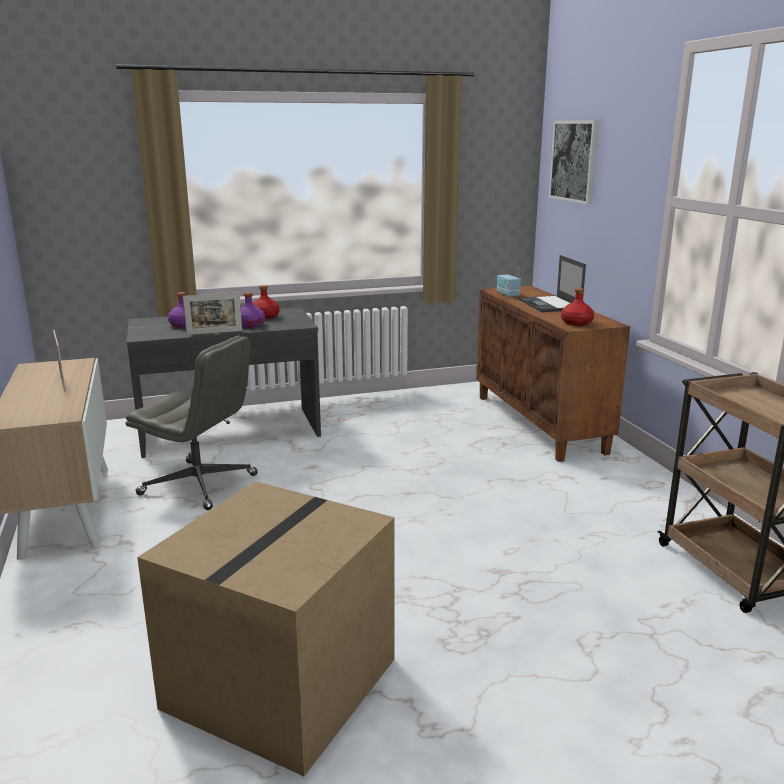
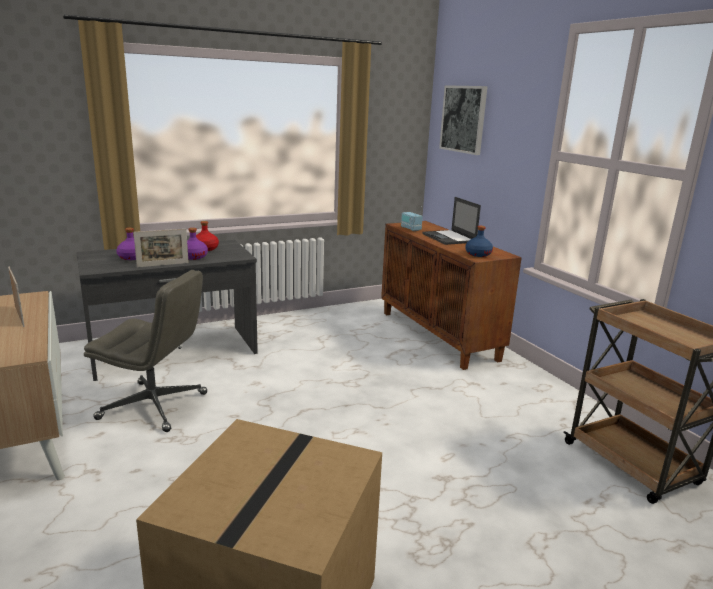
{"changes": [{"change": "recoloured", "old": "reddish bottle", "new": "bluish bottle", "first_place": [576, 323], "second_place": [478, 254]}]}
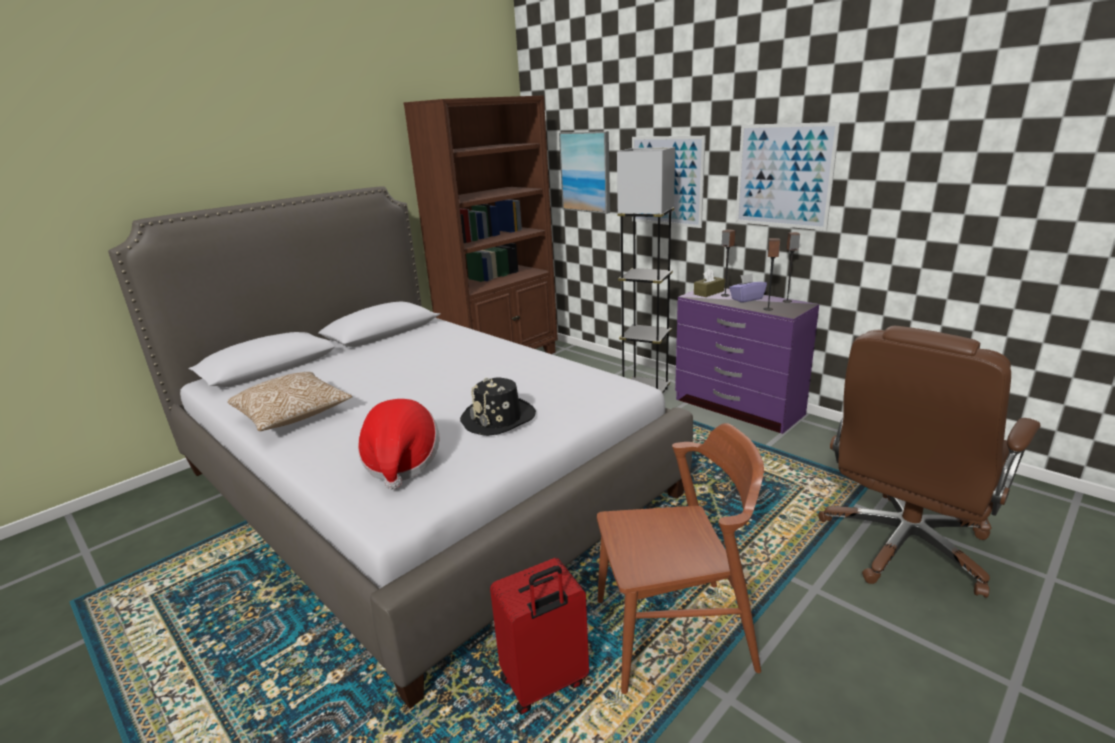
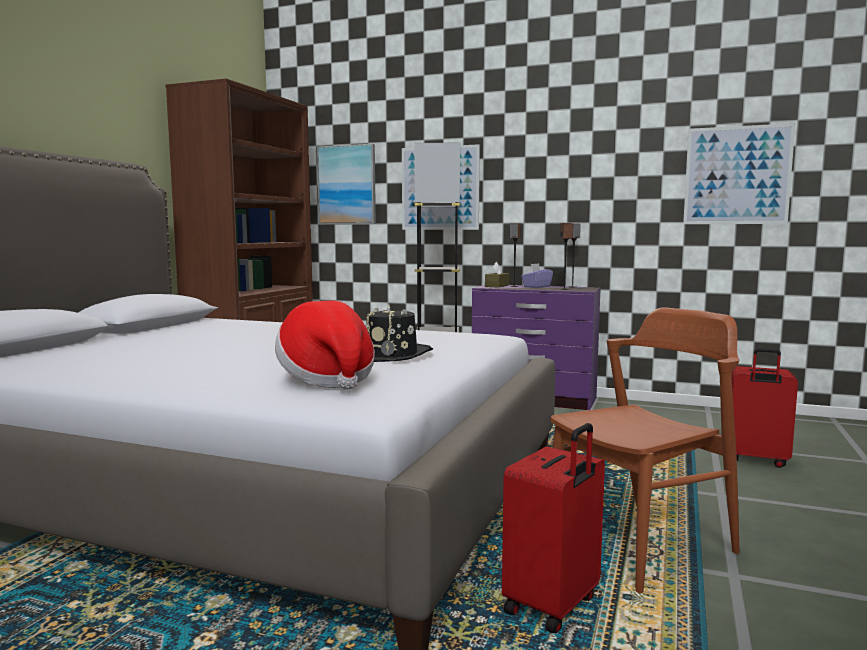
{"changes": [{"change": "moved", "old": "picture", "first_place": [783, 176], "second_place": [737, 175]}, {"change": "replaced", "old": "brownish office chair", "new": "reddish piece of luggage", "first_place": [903, 546], "second_place": [756, 460]}, {"change": "removed", "old": "pillow", "first_place": [293, 416]}]}
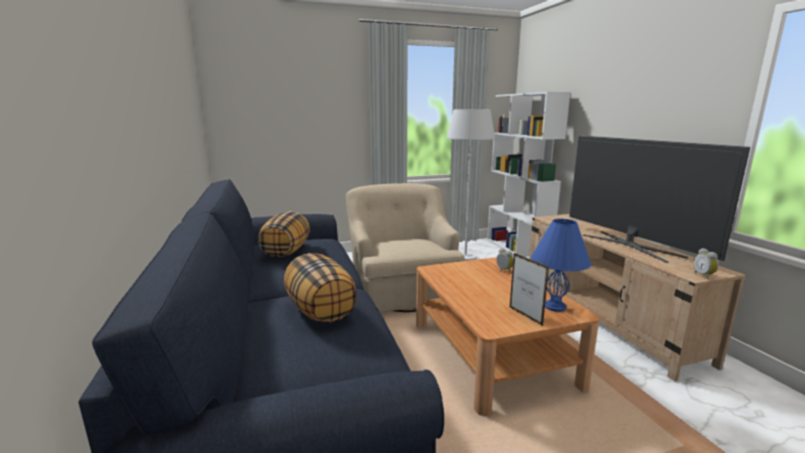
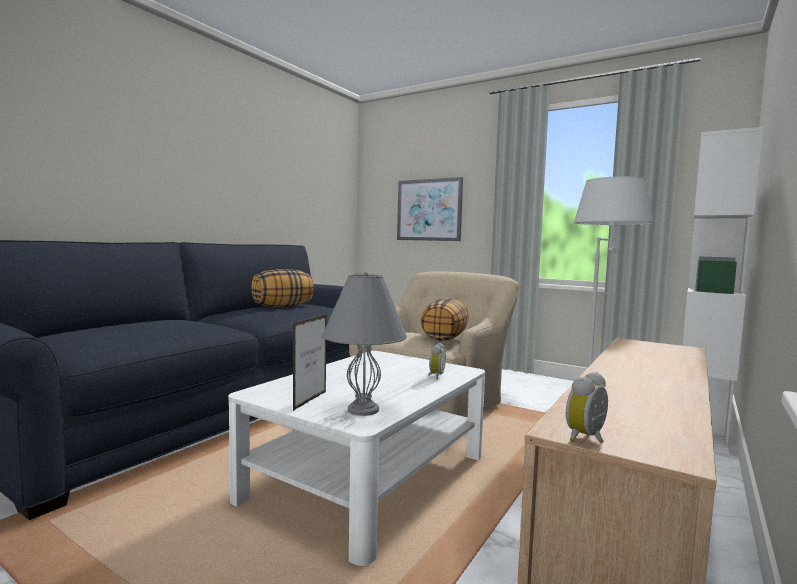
{"changes": [{"change": "recoloured", "old": "brownish low table", "new": "white-coloured low table", "first_place": [491, 353], "second_place": [368, 477]}, {"change": "recoloured", "old": "bluish table lamp", "new": "gray table lamp", "first_place": [555, 306], "second_place": [364, 410]}, {"change": "added", "new": "picture", "second_place": [429, 210]}, {"change": "moved", "old": "pillow", "first_place": [321, 311], "second_place": [444, 338]}, {"change": "removed", "old": "TV", "first_place": [631, 245]}]}
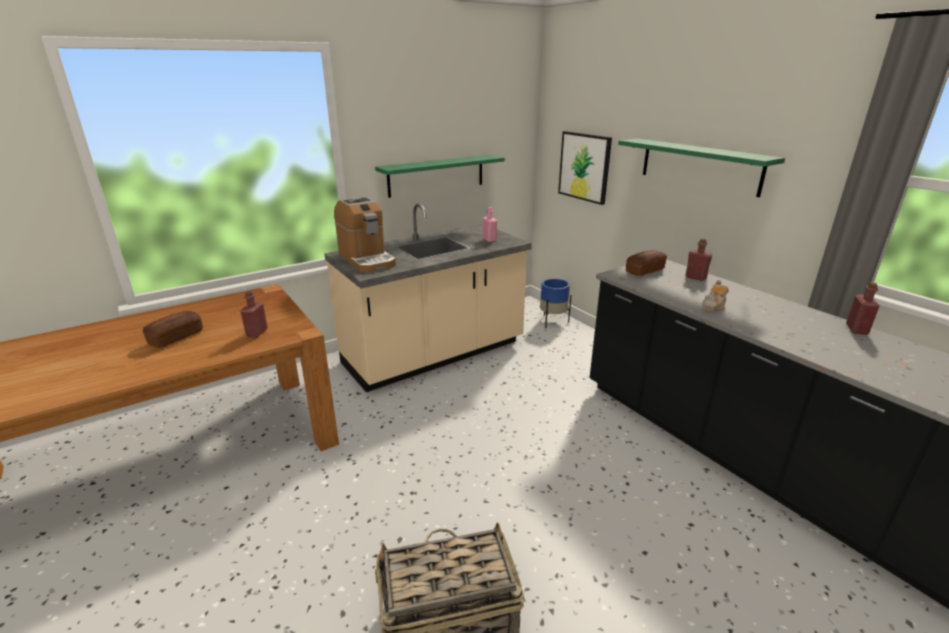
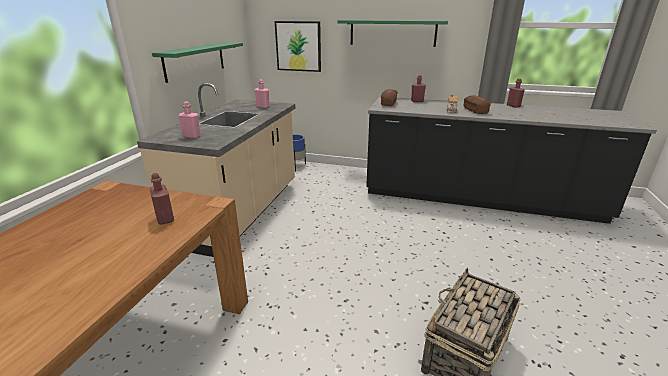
{"changes": [{"change": "replaced", "old": "coffee maker", "new": "pinkish bottle", "first_place": [367, 260], "second_place": [192, 136]}, {"change": "moved", "old": "bakery bread", "first_place": [176, 337], "second_place": [475, 111]}]}
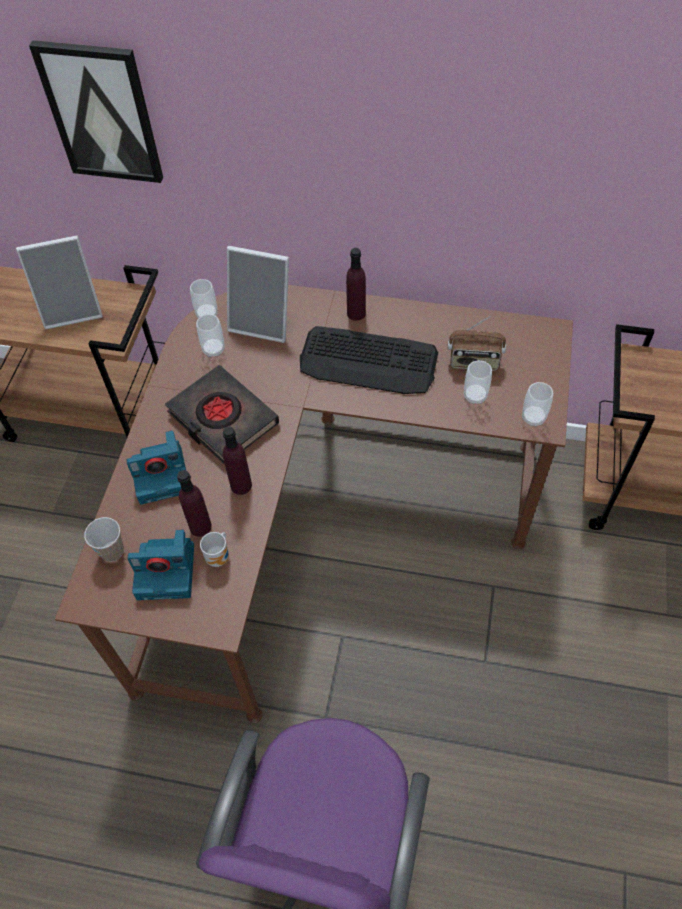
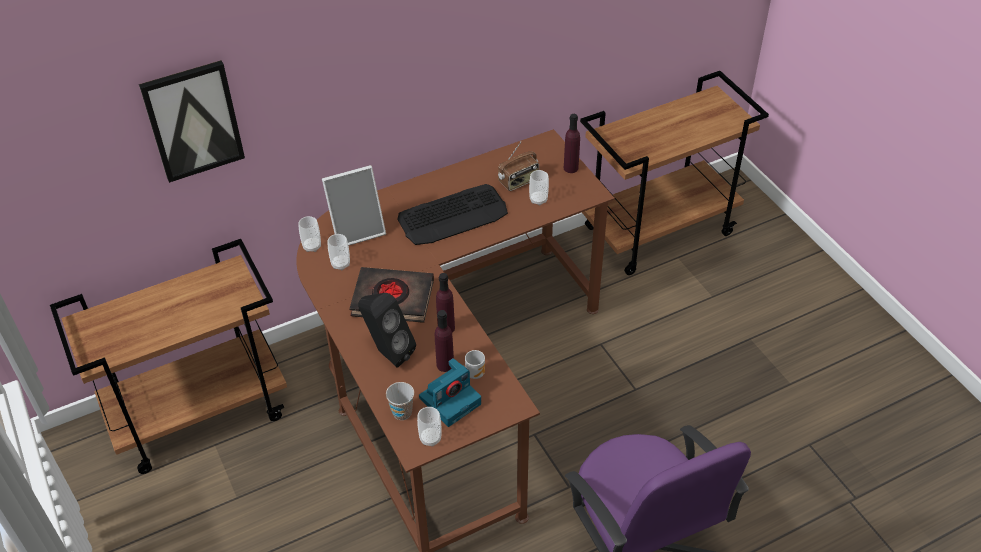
{"changes": [{"change": "replaced", "old": "photo camera", "new": "black loudspeaker", "first_place": [162, 474], "second_place": [387, 352]}, {"change": "moved", "old": "cup", "first_place": [533, 418], "second_place": [430, 438]}, {"change": "moved", "old": "purplish bottle", "first_place": [356, 313], "second_place": [571, 168]}, {"change": "removed", "old": "standing frame", "first_place": [73, 309]}]}
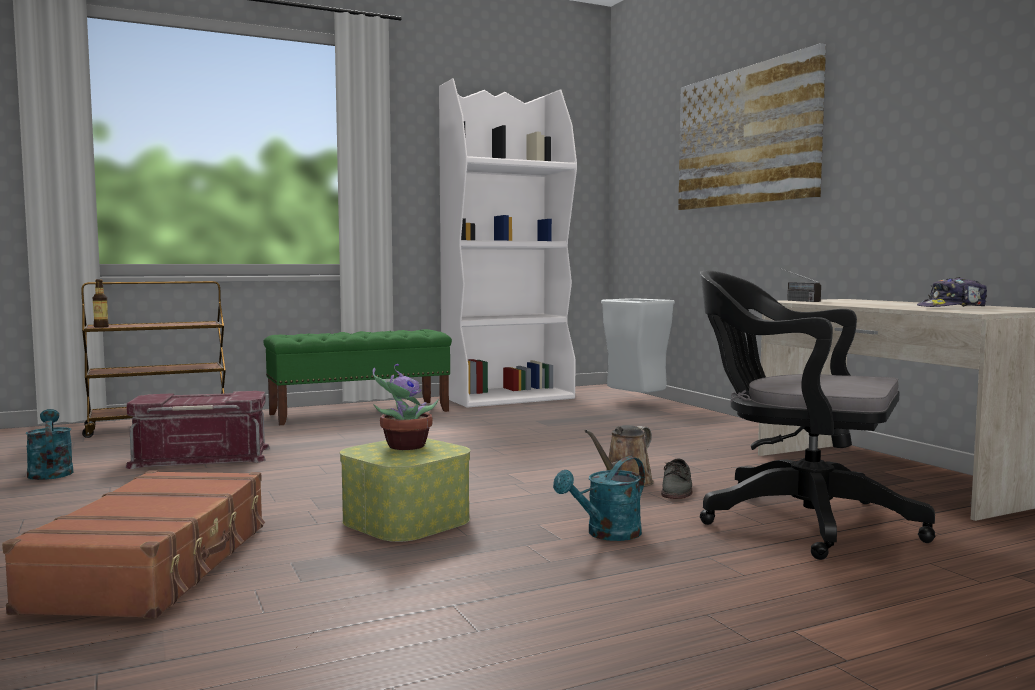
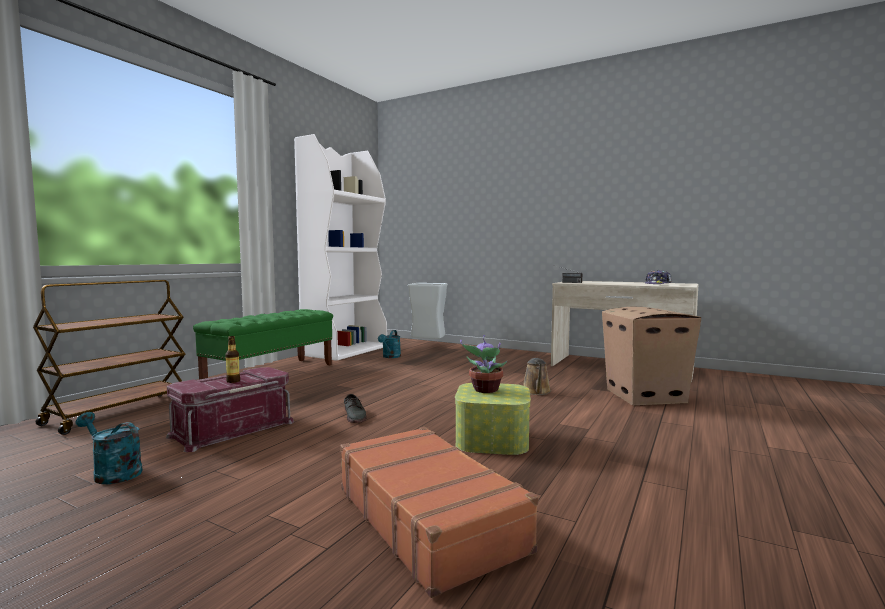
{"changes": [{"change": "moved", "old": "bottle", "first_place": [101, 327], "second_place": [233, 381]}, {"change": "moved", "old": "gray low shoe", "first_place": [677, 490], "second_place": [355, 415]}, {"change": "moved", "old": "turquoise sprinkling can", "first_place": [607, 534], "second_place": [390, 357]}, {"change": "replaced", "old": "black office chair", "new": "cardboard box", "first_place": [797, 521], "second_place": [645, 395]}, {"change": "removed", "old": "picture", "first_place": [746, 137]}]}
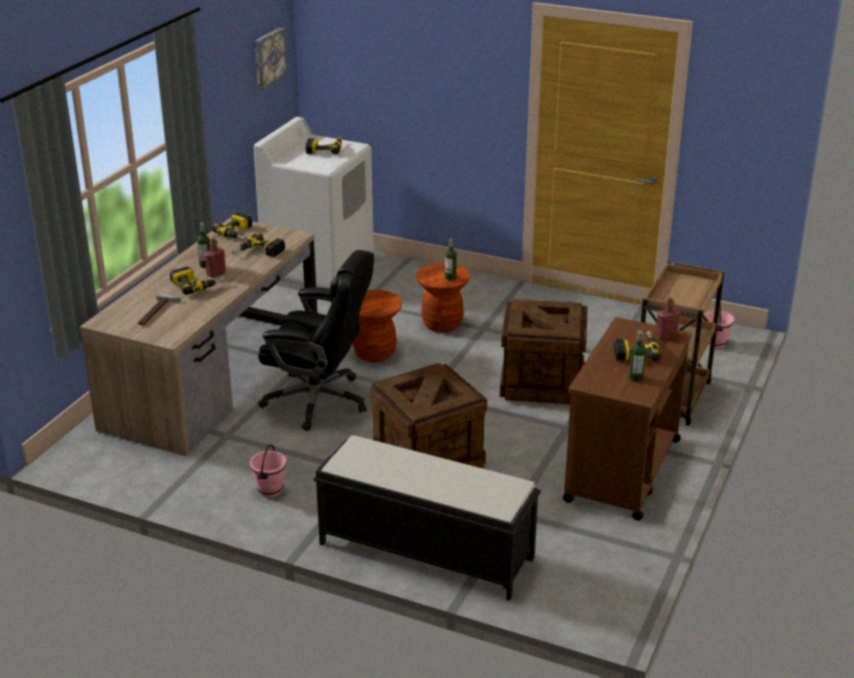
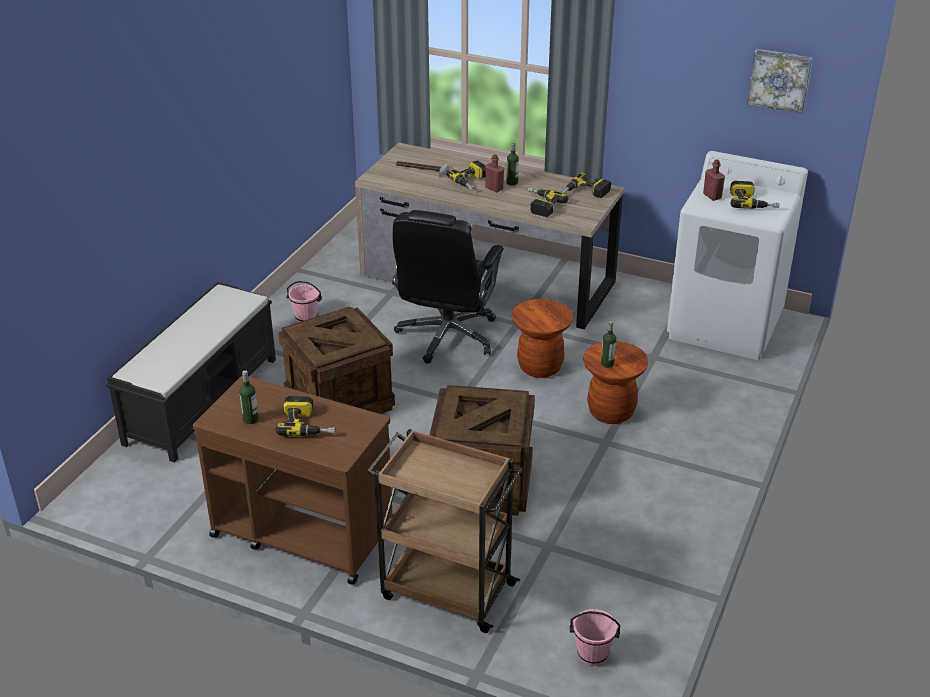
{"changes": [{"change": "moved", "old": "reddish bottle", "first_place": [666, 336], "second_place": [712, 196]}]}
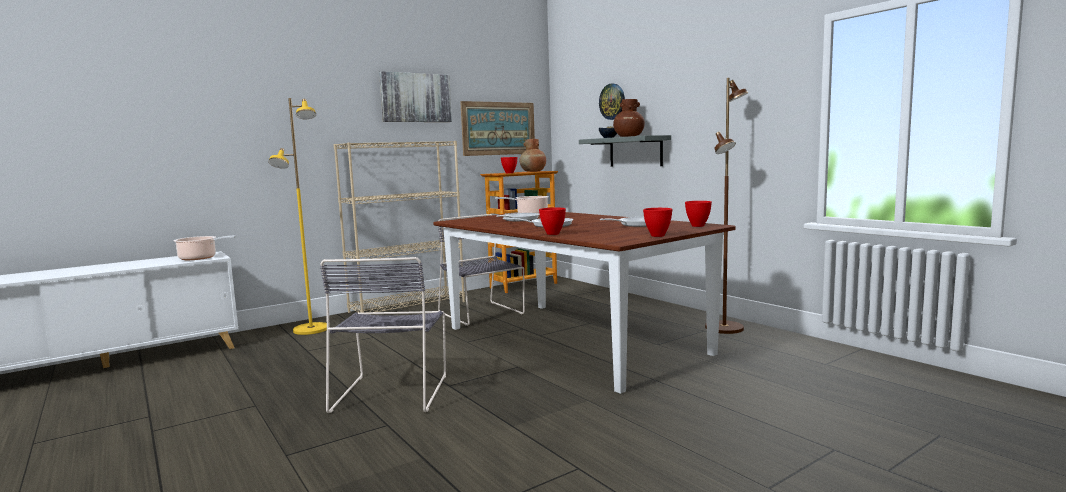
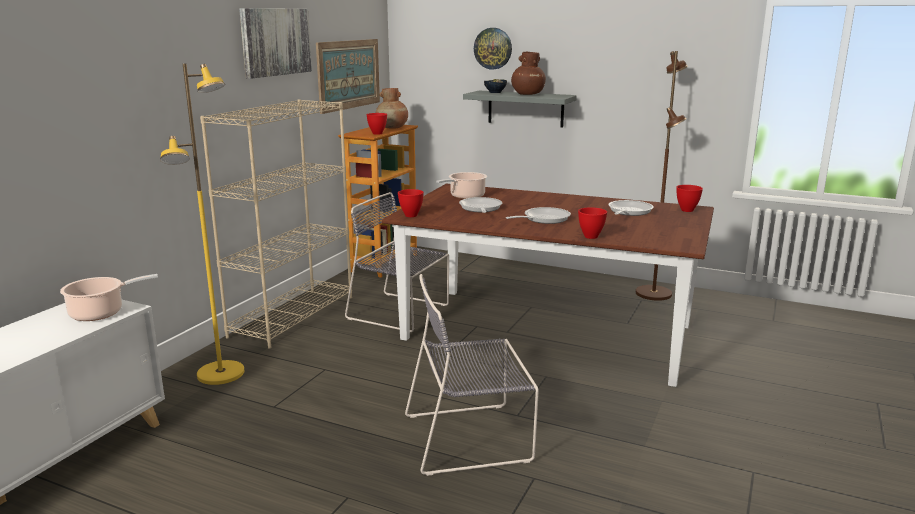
{"changes": [{"change": "moved", "old": "reddish deep dish", "first_place": [658, 236], "second_place": [411, 215]}, {"change": "turned", "old": "gray plain chair", "first_place": [392, 391], "second_place": [471, 437], "degrees": 105}]}
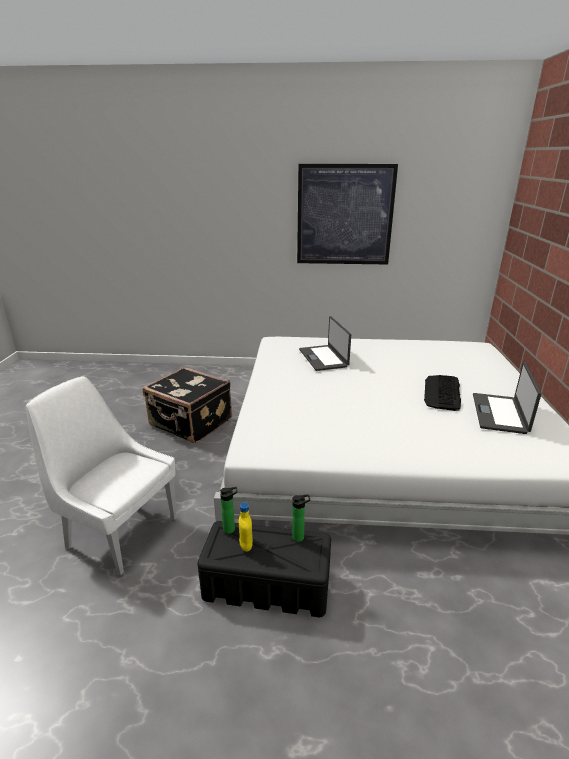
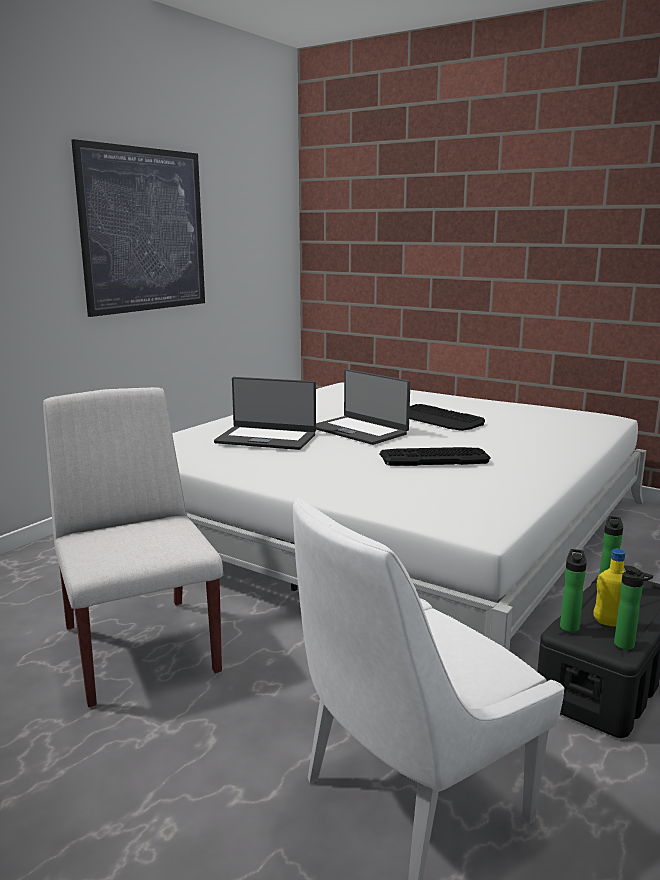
{"changes": [{"change": "replaced", "old": "black piece of luggage", "new": "white-coloured plain chair", "first_place": [190, 423], "second_place": [139, 647]}, {"change": "moved", "old": "notebook computer", "first_place": [500, 413], "second_place": [359, 431]}, {"change": "added", "new": "computer keyboard", "second_place": [433, 457]}, {"change": "added", "new": "bottle", "second_place": [627, 646]}]}
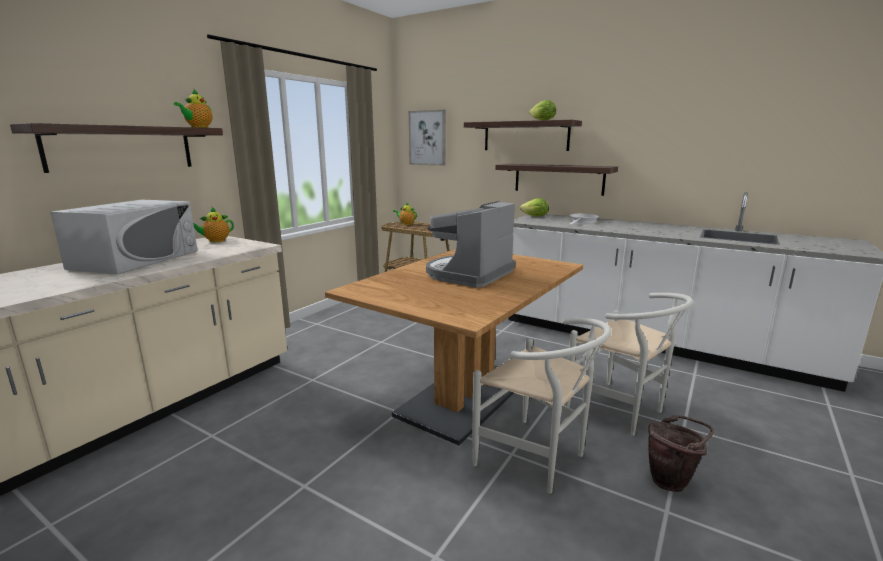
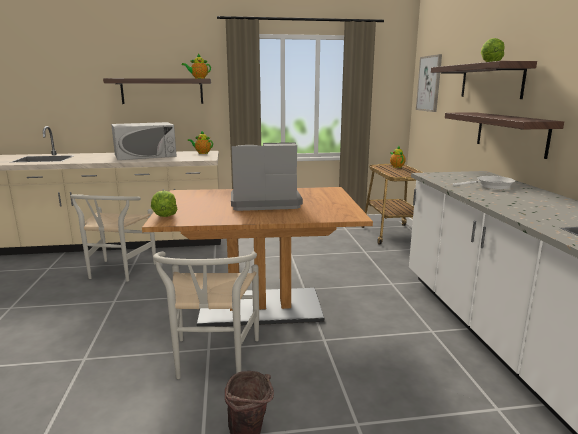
{"changes": [{"change": "moved", "old": "white-coloured plain chair", "first_place": [622, 411], "second_place": [117, 272]}, {"change": "moved", "old": "head of lettuce", "first_place": [535, 216], "second_place": [164, 216]}]}
